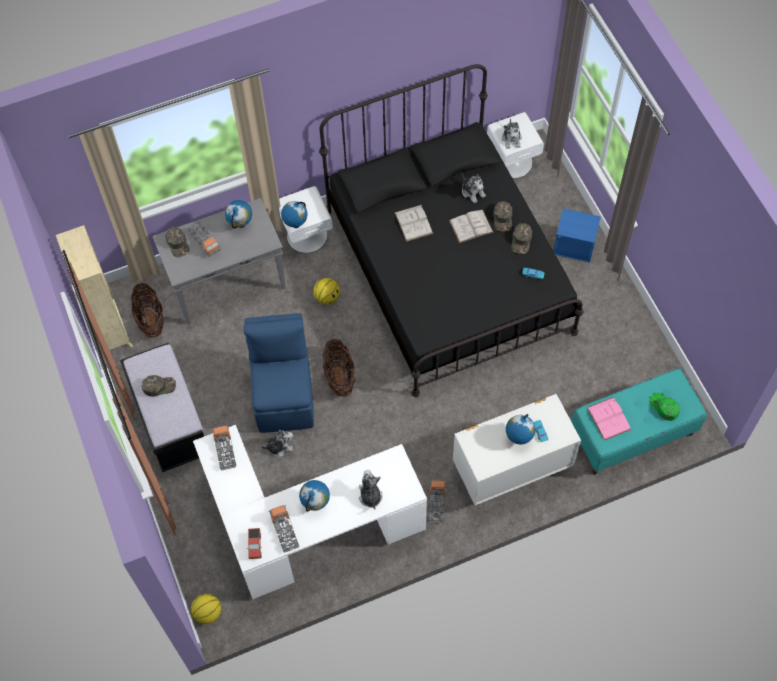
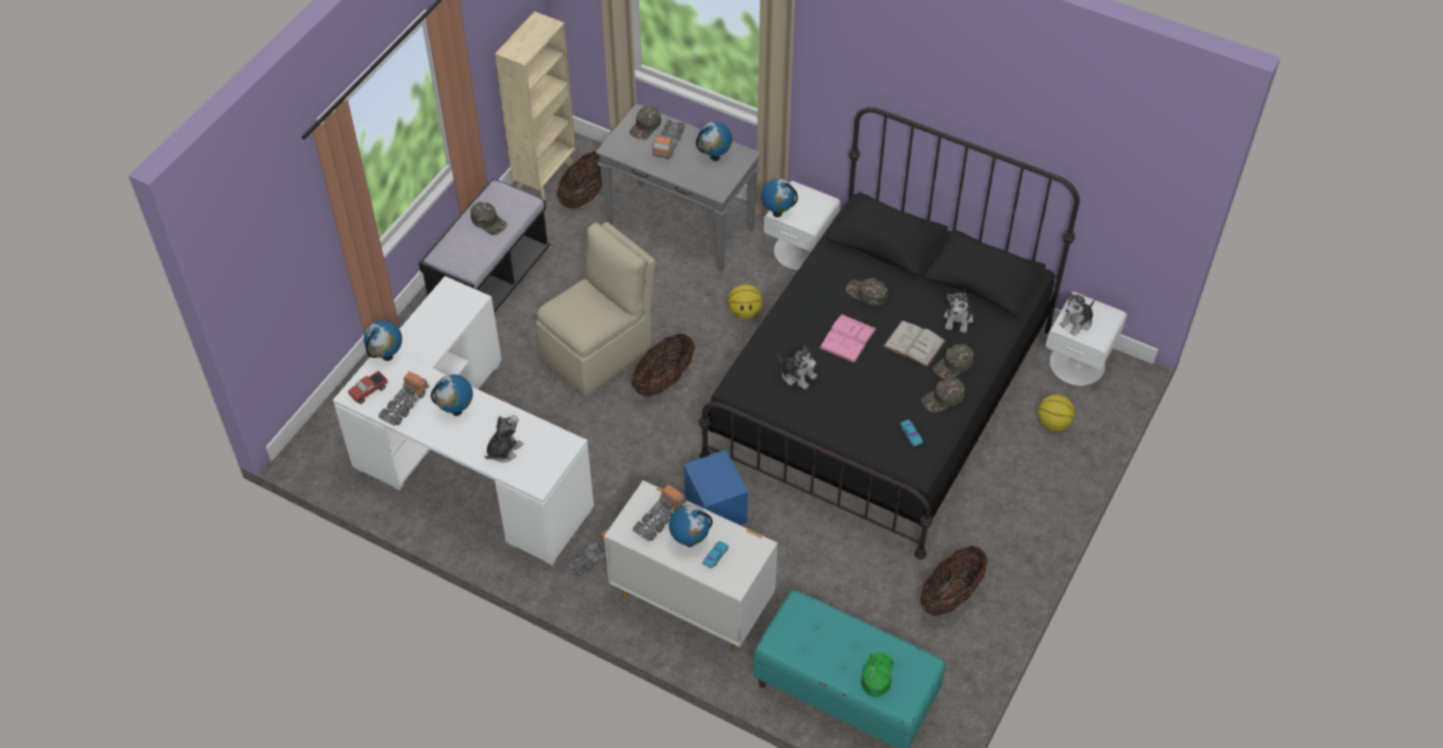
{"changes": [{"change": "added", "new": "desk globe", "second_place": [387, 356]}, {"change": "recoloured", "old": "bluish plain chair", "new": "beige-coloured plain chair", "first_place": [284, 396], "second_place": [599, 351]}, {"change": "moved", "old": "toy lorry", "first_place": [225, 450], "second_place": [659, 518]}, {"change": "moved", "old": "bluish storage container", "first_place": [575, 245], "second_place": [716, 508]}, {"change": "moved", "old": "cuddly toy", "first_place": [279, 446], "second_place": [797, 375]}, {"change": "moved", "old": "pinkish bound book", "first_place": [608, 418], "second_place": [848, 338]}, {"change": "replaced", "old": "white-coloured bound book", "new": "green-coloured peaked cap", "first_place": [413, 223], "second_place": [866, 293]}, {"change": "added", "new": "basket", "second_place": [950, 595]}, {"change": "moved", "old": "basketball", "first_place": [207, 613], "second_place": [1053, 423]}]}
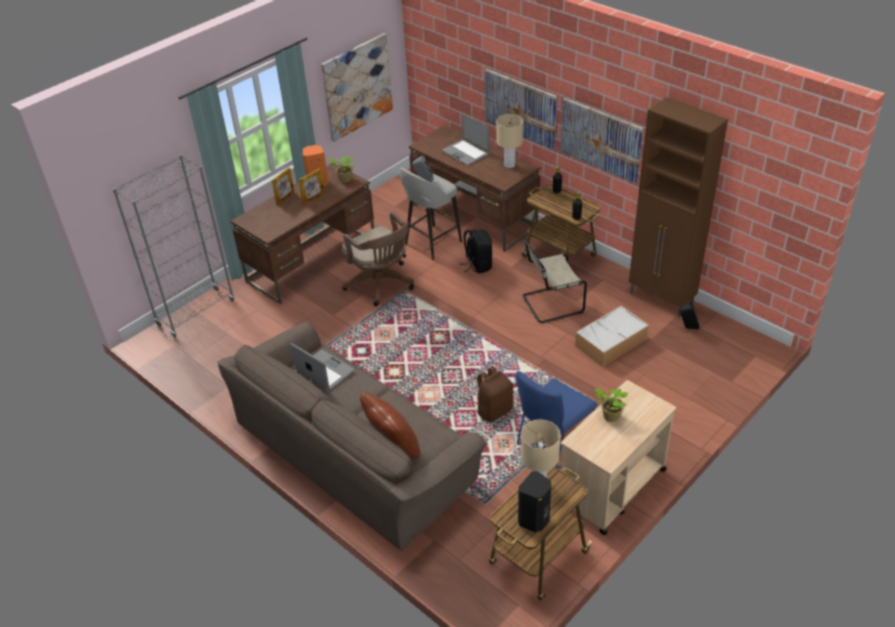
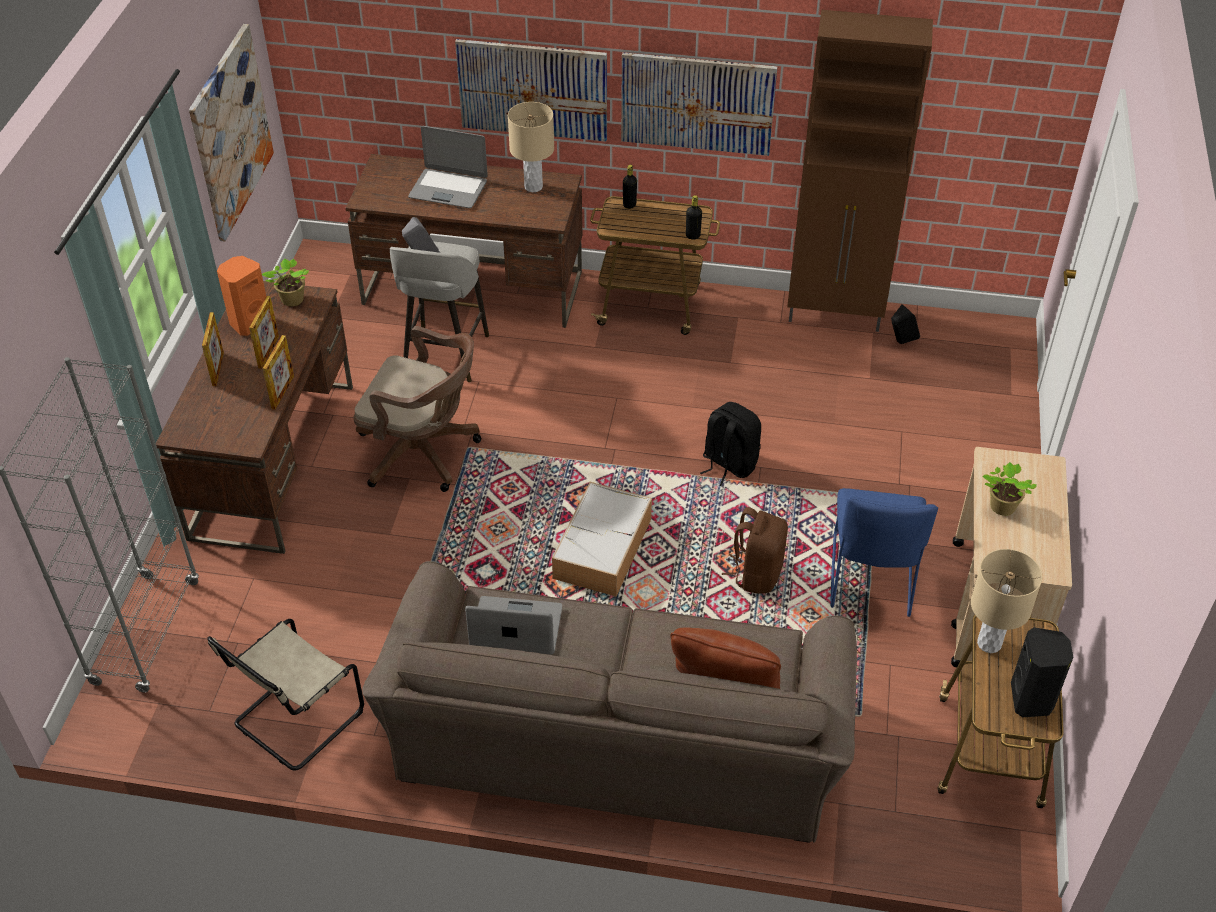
{"changes": [{"change": "moved", "old": "beige-coloured plain chair", "first_place": [550, 304], "second_place": [295, 720]}, {"change": "added", "new": "standing frame", "second_place": [283, 392]}, {"change": "moved", "old": "storage container", "first_place": [610, 343], "second_place": [602, 550]}, {"change": "moved", "old": "black rucksack", "first_place": [478, 265], "second_place": [728, 464]}]}
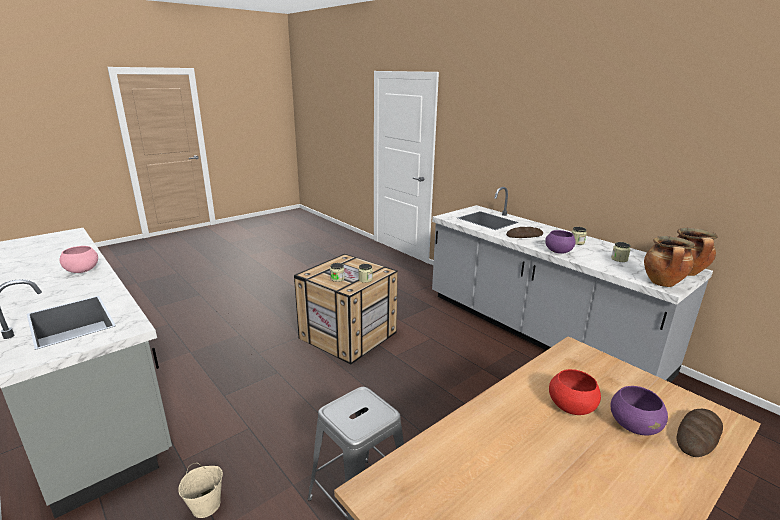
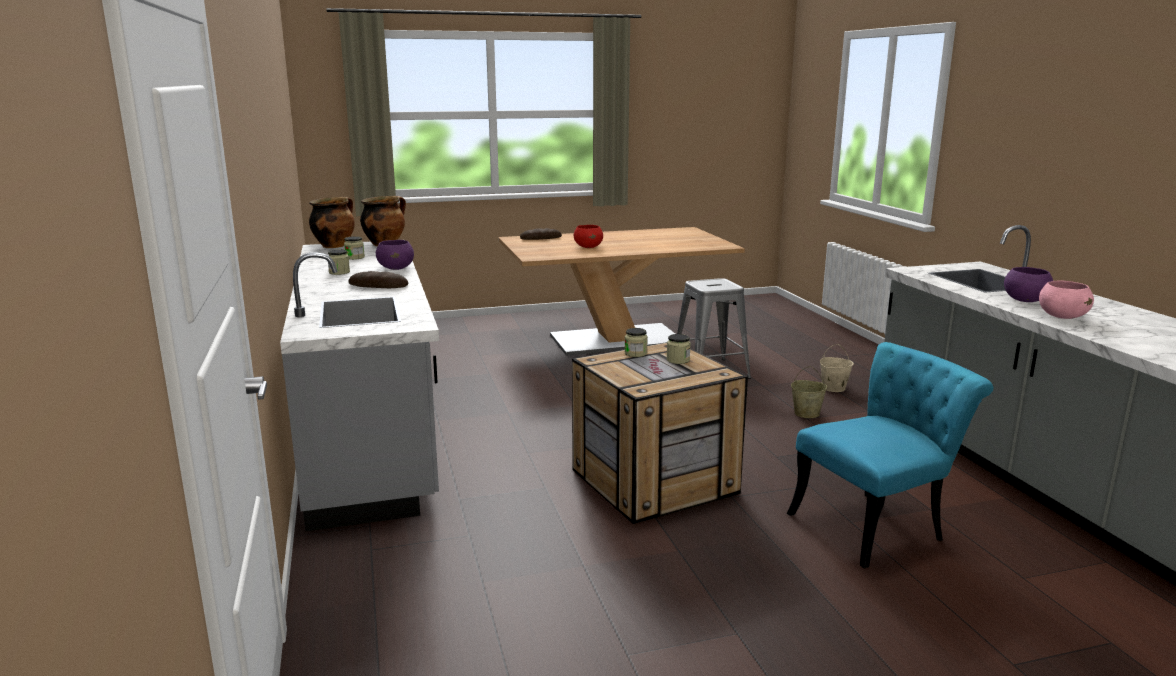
{"changes": [{"change": "added", "new": "turquoise plain chair", "second_place": [876, 524]}, {"change": "added", "new": "beige-coloured bucket", "second_place": [807, 413]}, {"change": "moved", "old": "purplish deep dish", "first_place": [634, 425], "second_place": [1025, 300]}]}
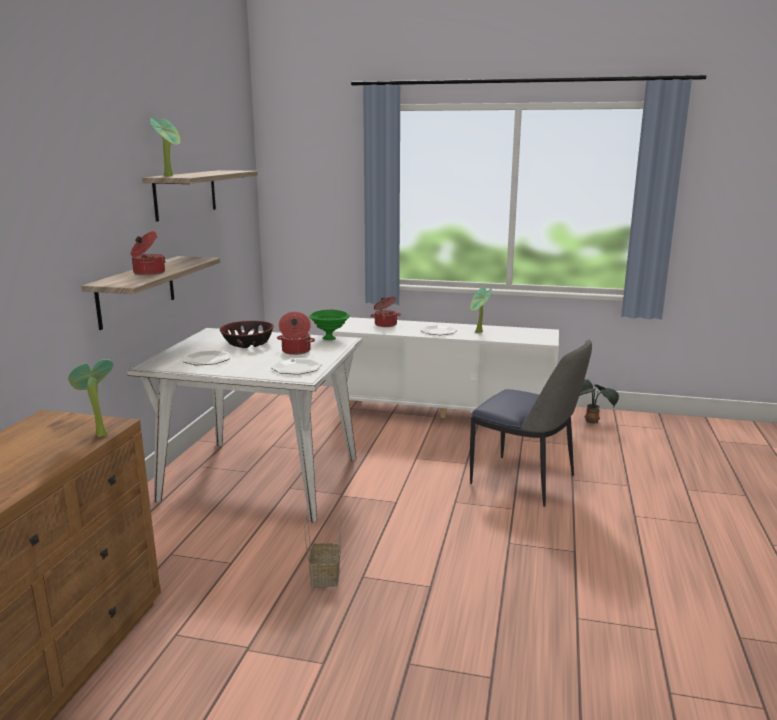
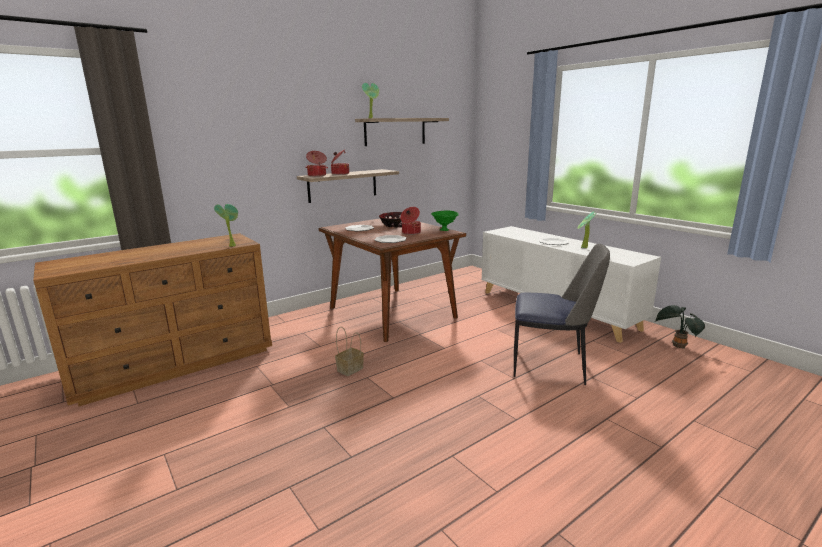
{"changes": [{"change": "moved", "old": "cooking pot", "first_place": [385, 324], "second_place": [317, 175]}, {"change": "recoloured", "old": "white-coloured dining table", "new": "brownish dining table", "first_place": [260, 478], "second_place": [391, 312]}, {"change": "turned", "old": "plain chair", "first_place": [525, 481], "second_place": [551, 365], "degrees": -60}]}
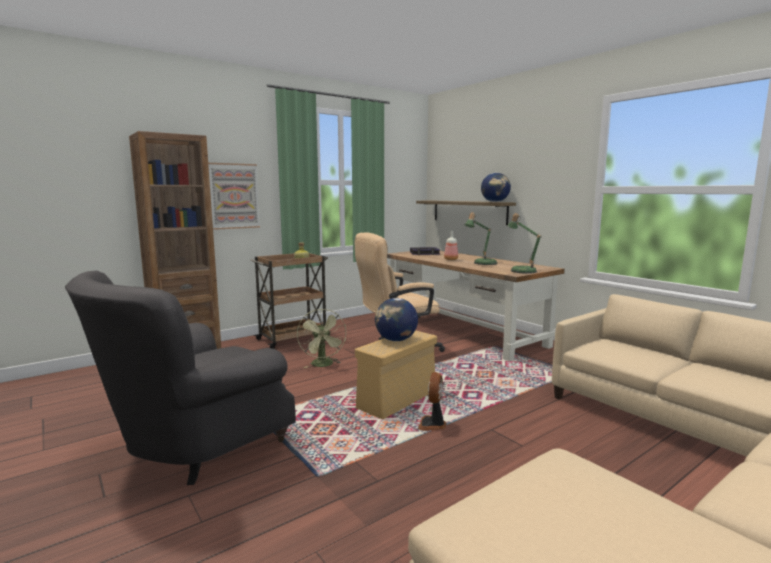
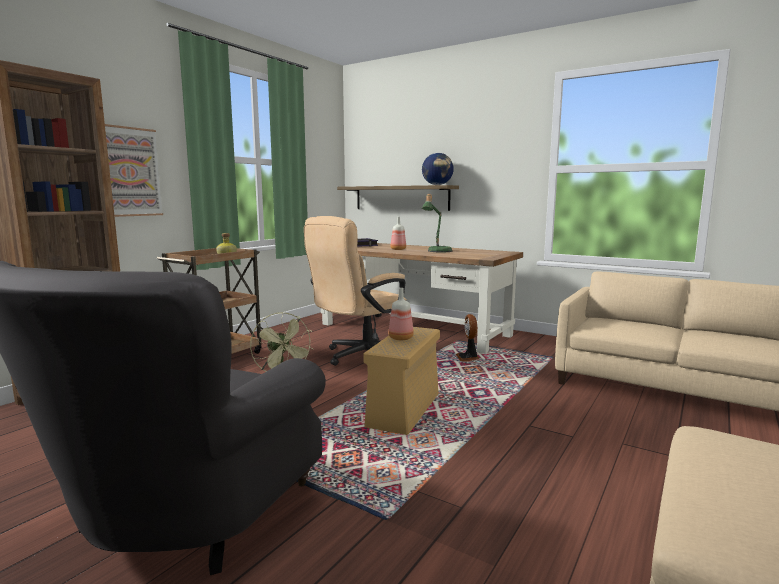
{"changes": [{"change": "replaced", "old": "desk globe", "new": "bottle", "first_place": [396, 340], "second_place": [401, 338]}, {"change": "moved", "old": "electric fan", "first_place": [432, 425], "second_place": [468, 358]}, {"change": "removed", "old": "table lamp", "first_place": [521, 270]}]}
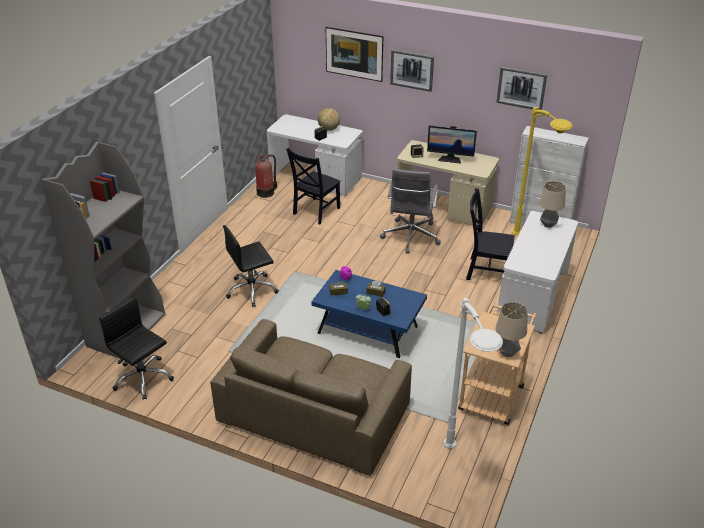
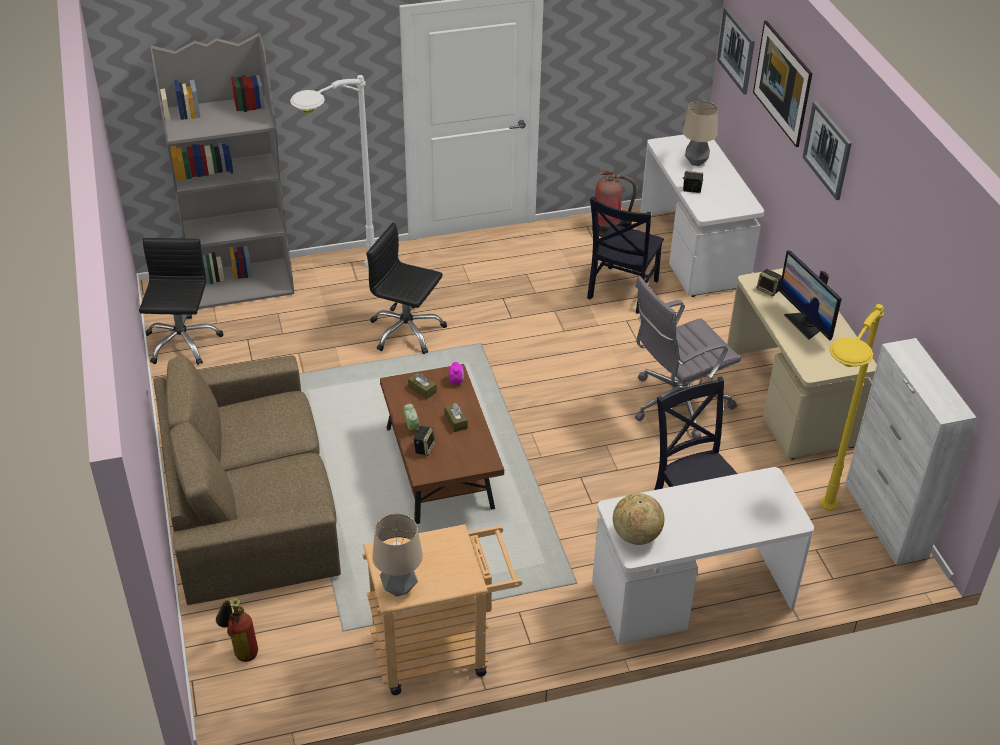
{"changes": [{"change": "added", "new": "extinguisher", "second_place": [240, 648]}, {"change": "moved", "old": "white-coloured standing lamp", "first_place": [461, 476], "second_place": [338, 285]}, {"change": "recoloured", "old": "bluish low table", "new": "brownish low table", "first_place": [368, 330], "second_place": [440, 468]}, {"change": "turned", "old": "black plain chair", "first_place": [315, 212], "second_place": [621, 291], "degrees": -60}, {"change": "moved", "old": "desk globe", "first_place": [328, 129], "second_place": [636, 535]}, {"change": "moved", "old": "table lamp", "first_place": [548, 225], "second_place": [696, 162]}, {"change": "moved", "old": "picture", "first_place": [521, 88], "second_place": [736, 50]}]}
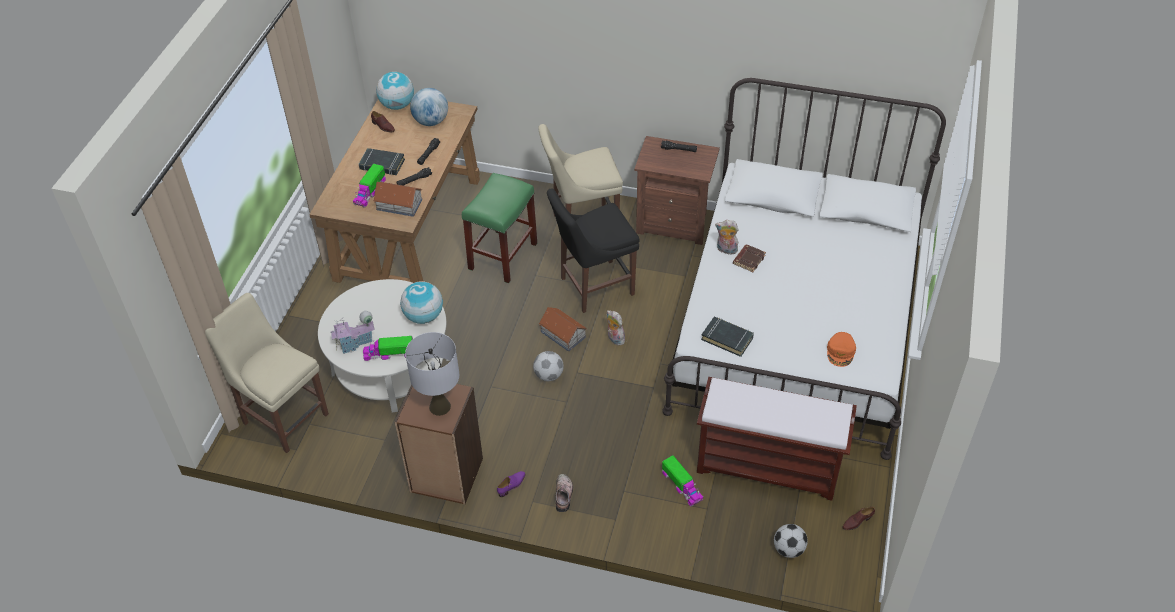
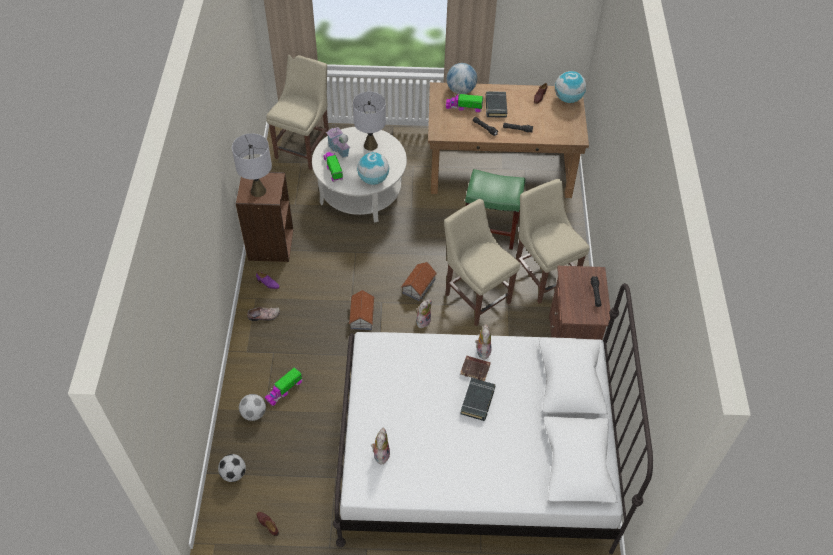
{"changes": [{"change": "moved", "old": "ball for football", "first_place": [548, 375], "second_place": [254, 413]}, {"change": "moved", "old": "model house", "first_place": [399, 205], "second_place": [361, 316]}, {"change": "added", "new": "gray table lamp", "second_place": [370, 145]}, {"change": "replaced", "old": "orange-coloured peaked cap", "new": "cuddly toy", "first_place": [841, 352], "second_place": [380, 454]}, {"change": "recoloured", "old": "black plain chair", "new": "beige-coloured plain chair", "first_place": [593, 287], "second_place": [475, 296]}, {"change": "moved", "old": "desk globe", "first_place": [431, 121], "second_place": [461, 90]}, {"change": "moved", "old": "black bound book", "first_place": [727, 338], "second_place": [478, 401]}, {"change": "removed", "old": "brownish bench", "first_place": [769, 466]}]}
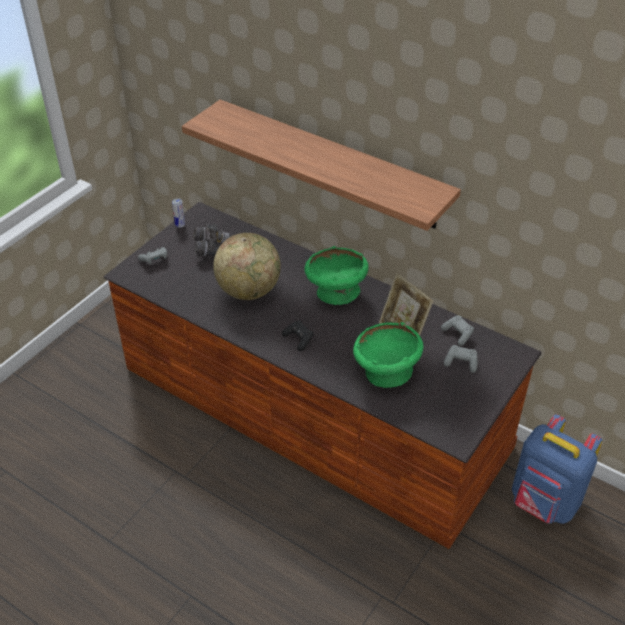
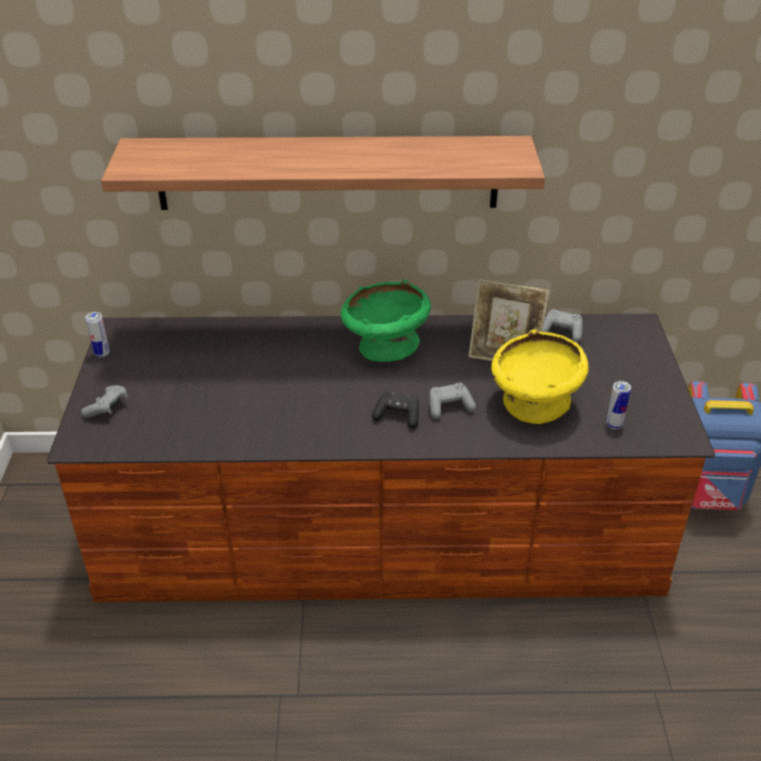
{"changes": [{"change": "moved", "old": "gray joypad", "first_place": [461, 363], "second_place": [449, 407]}, {"change": "recoloured", "old": "green-coloured deep dish", "new": "yellowish deep dish", "first_place": [385, 373], "second_place": [534, 406]}, {"change": "added", "new": "metal can", "second_place": [614, 425]}, {"change": "removed", "old": "gray pair of binoculars", "first_place": [212, 249]}, {"change": "removed", "old": "desk globe", "first_place": [249, 290]}]}
